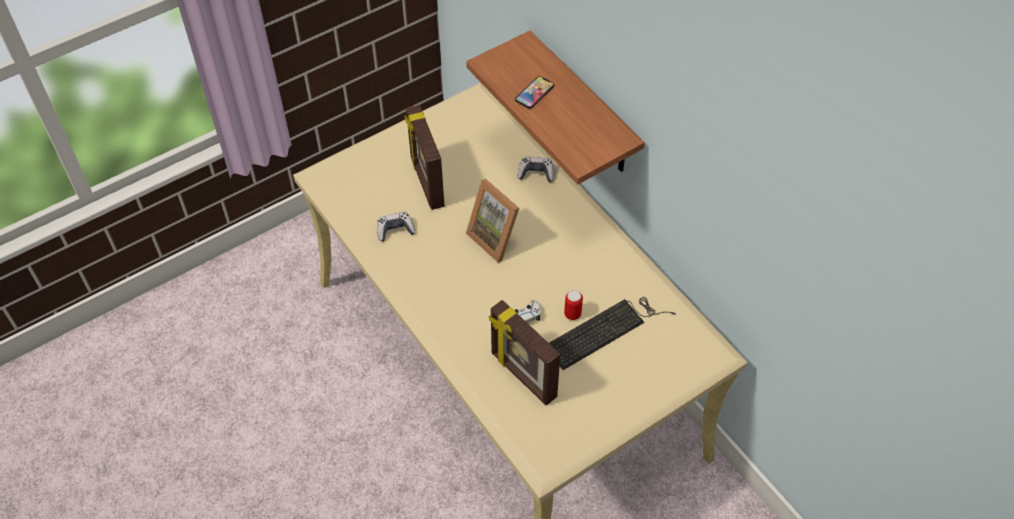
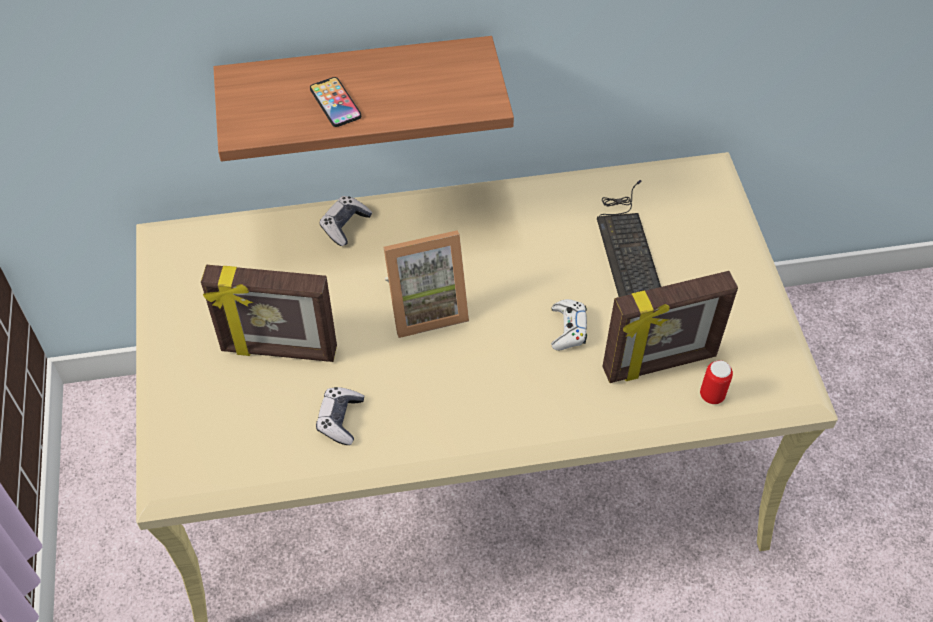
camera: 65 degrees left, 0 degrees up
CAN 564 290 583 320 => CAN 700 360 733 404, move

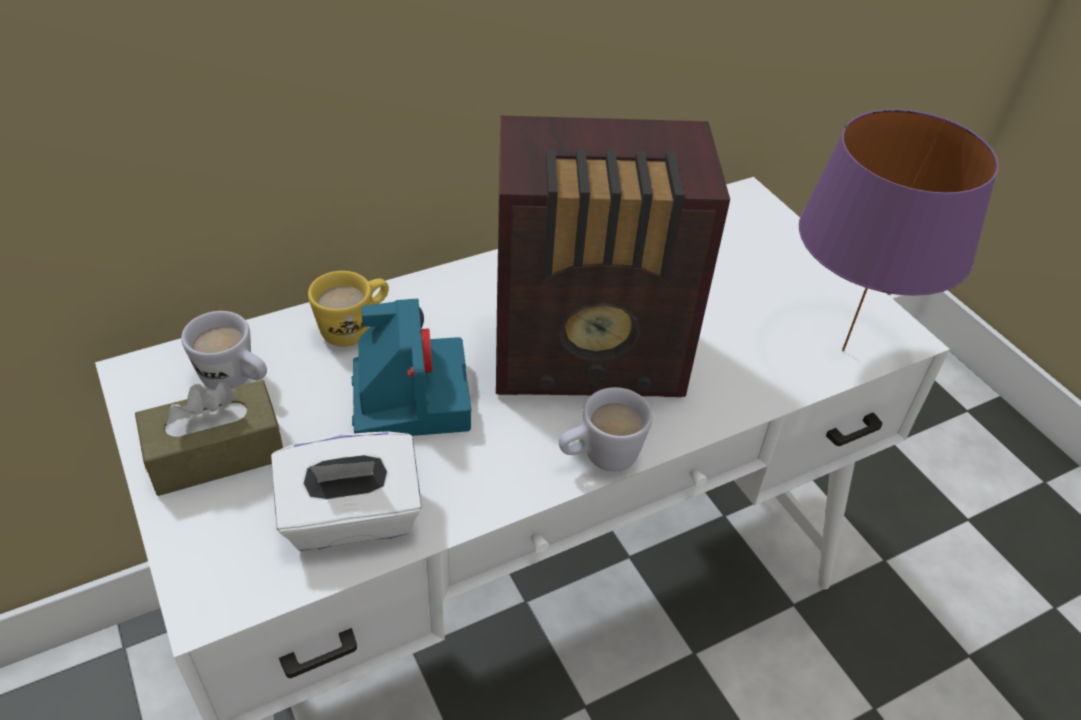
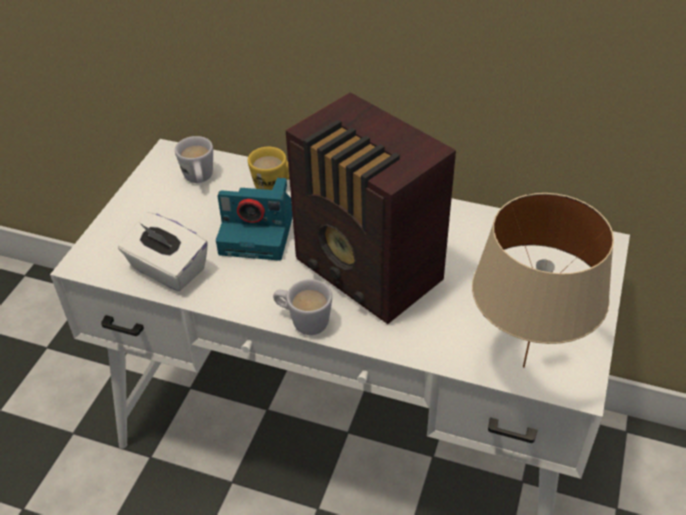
camera: 50 degrees right, 0 degrees up
BROWN TISSUE BOX 135 380 283 496 => nothing
PHOTO CAMERA 352 299 471 436 => PHOTO CAMERA 216 178 293 261, 60 degrees clockwise
PURPLE TABLE LAMP 799 109 999 351 => BEIGE TABLE LAMP 472 193 614 368

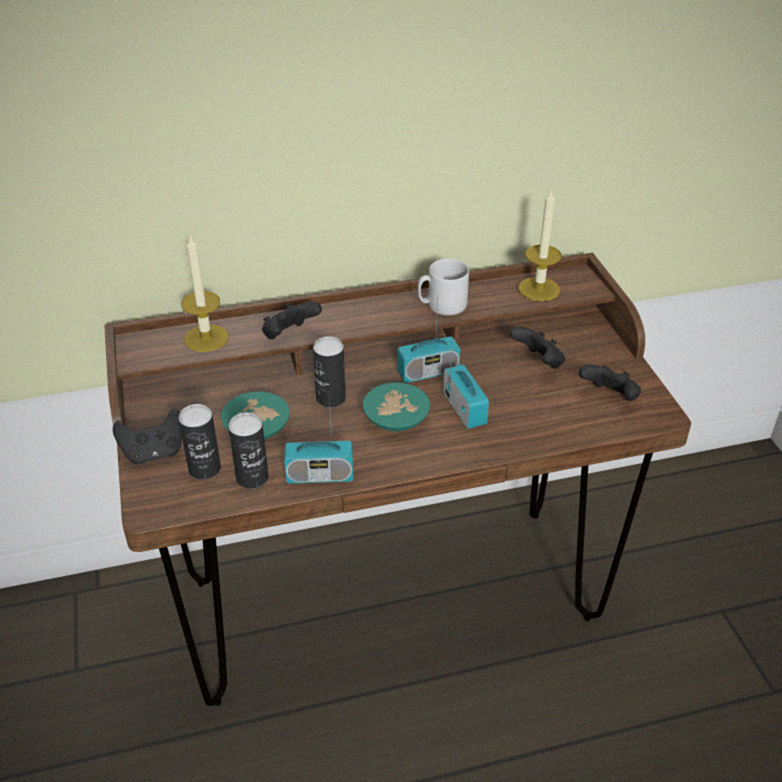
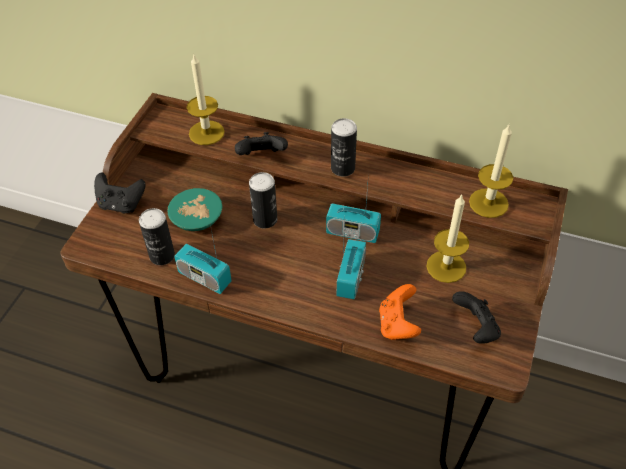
camera: 35 degrees right, 10 degrees up
CAN 178 404 221 480 => CAN 331 118 357 177, move
TURQUOISE BOWL 363 382 430 431 => nothing
GREY MUG 417 259 469 315 => nothing
BLACK GAME CONTROLLER 510 326 565 369 => CANDLE 427 195 469 283
nothing => ORANGE GAME CONTROLLER 379 284 421 340

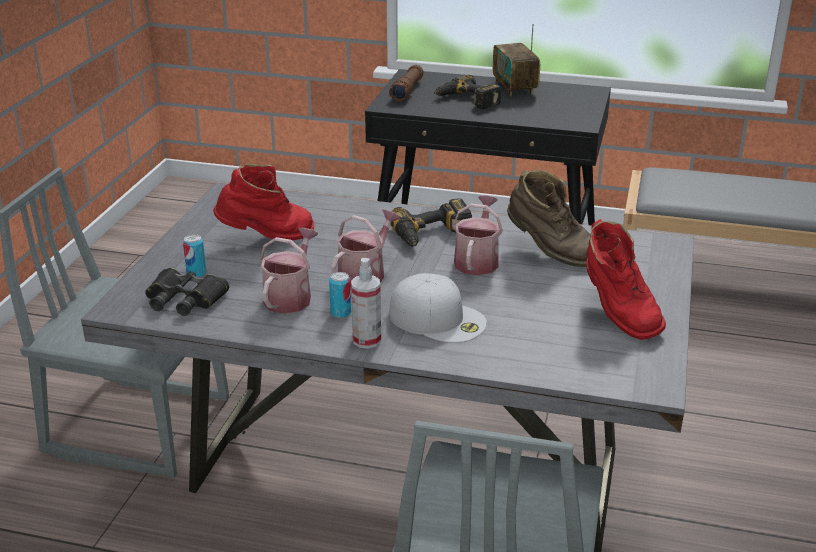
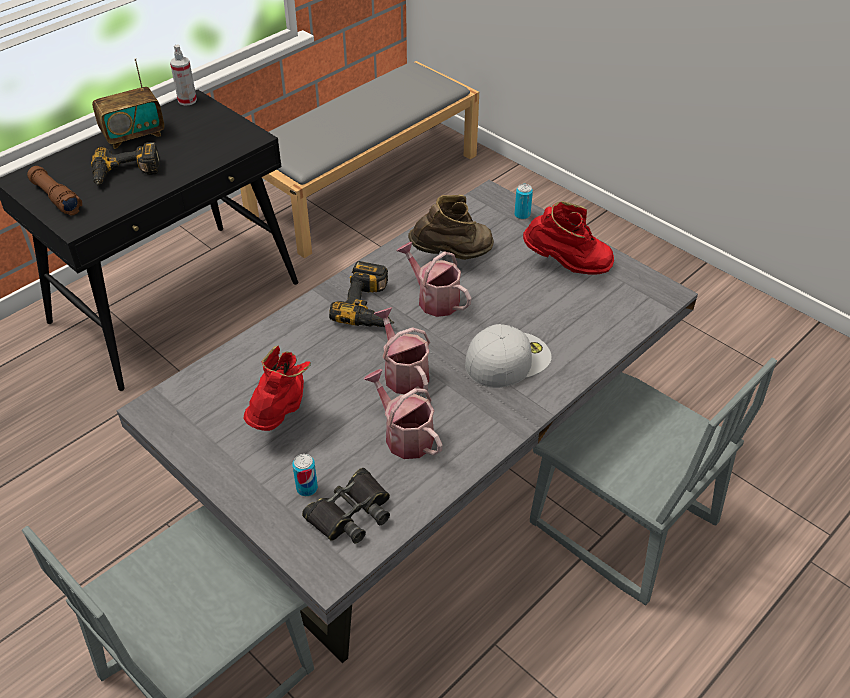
camera: 60 degrees left, 15 degrees up
CAN 329 272 351 318 => CAN 514 184 533 219, move
SPRAY BOTTLE 351 258 381 349 => SPRAY BOTTLE 170 44 197 106, move
RADIO 493 24 540 96 => RADIO 92 58 164 149, 45 degrees counterclockwise

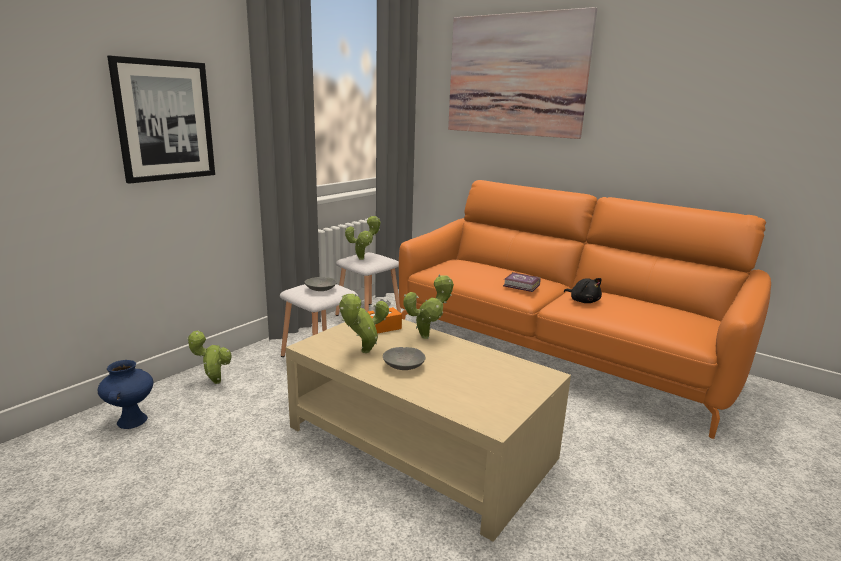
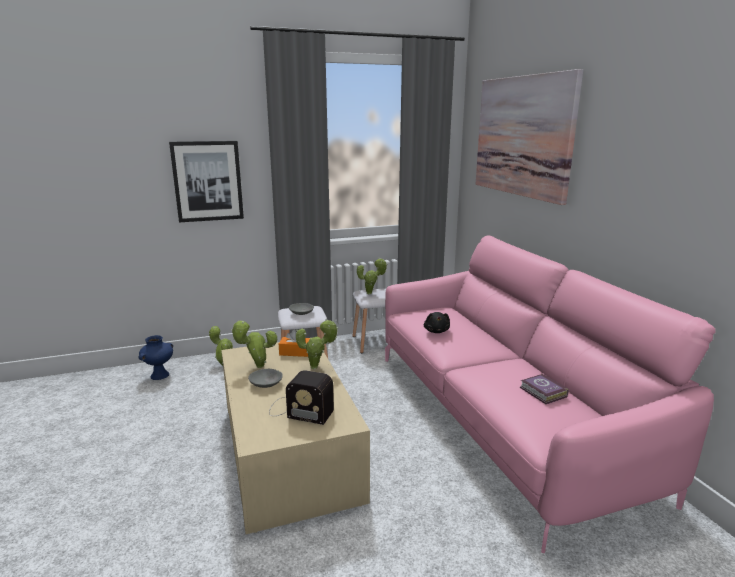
camera: 35 degrees right, 0 degrees up
ORANGE SOFA 399 180 771 439 => PINK SOFA 385 236 716 554
BOOK 503 272 541 292 => BOOK 520 373 569 404, move
BLACK PLUSH TOY 564 278 602 303 => BLACK PLUSH TOY 424 312 450 333, move
nothing => RADIO 269 370 334 425

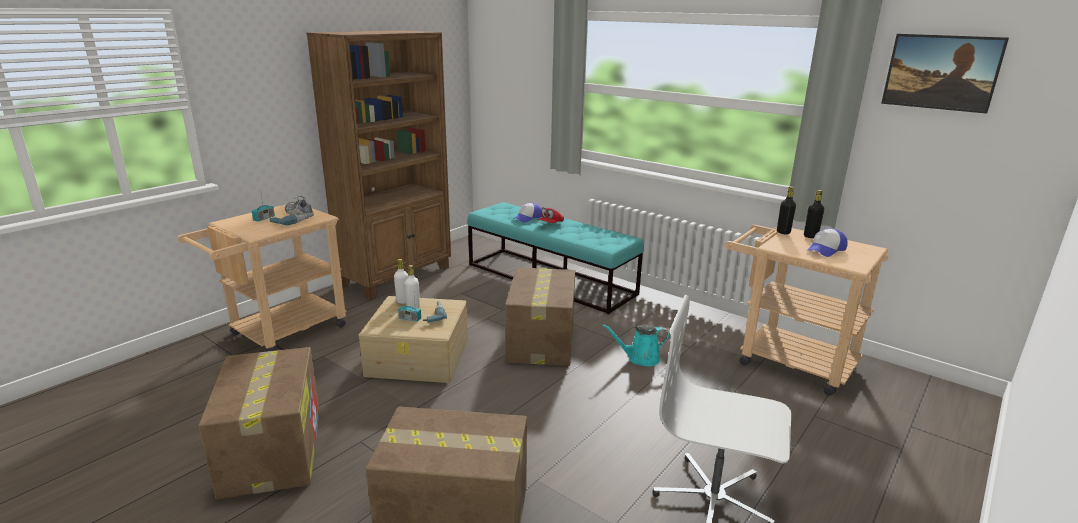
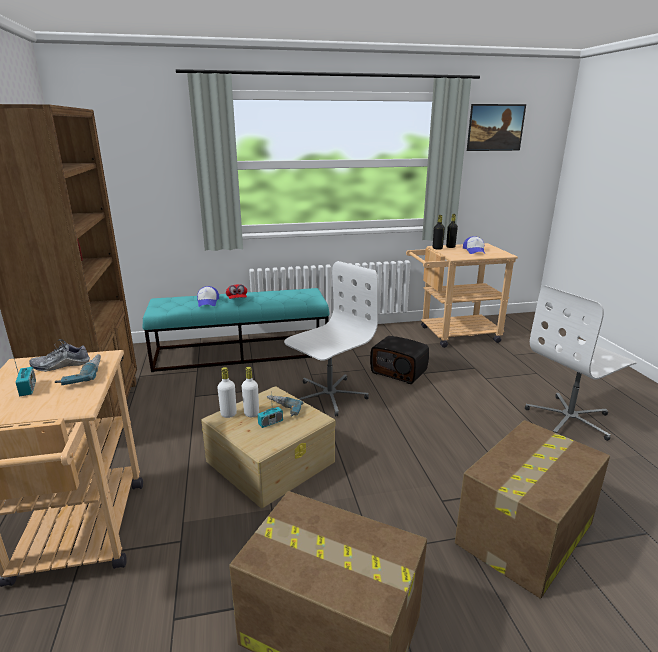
camera: 50 degrees left, 0 degrees up
CARDBOARD BOX 505 267 575 366 => WHITE OFFICE CHAIR 284 261 378 416
TURQUOISE WATERING CAN 602 324 670 366 => RADIO 370 336 429 384

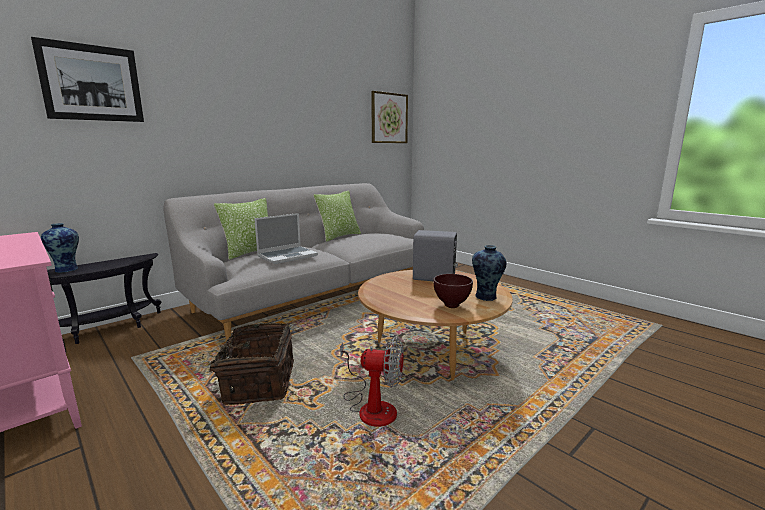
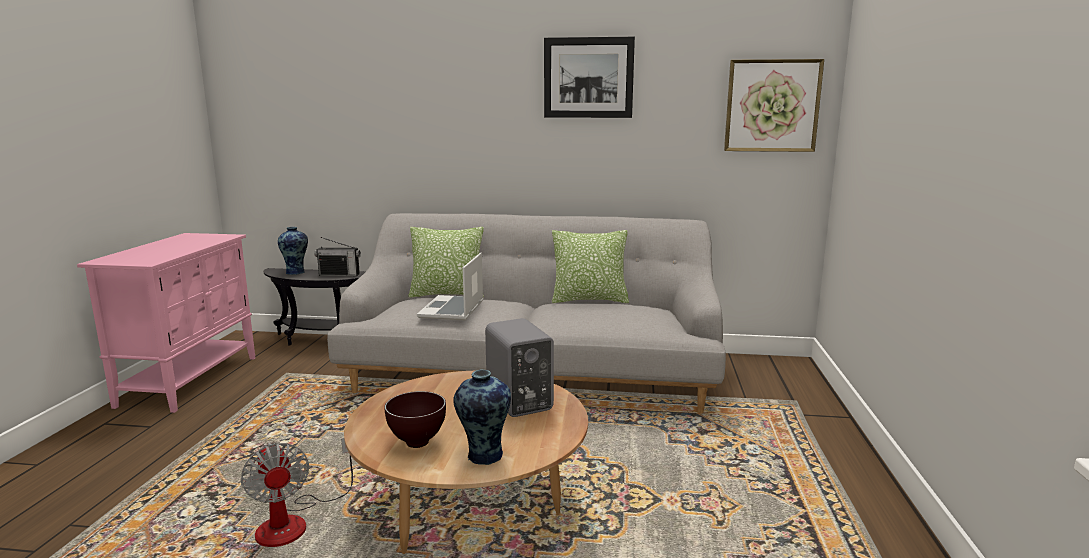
camera: 50 degrees right, 0 degrees up
PICTURE 31 37 144 122 => PICTURE 544 37 635 118, move
BASKET 195 323 294 405 => nothing
LAPTOP 254 213 318 264 => LAPTOP 417 252 483 320, 90 degrees clockwise
nothing => RADIO 314 237 361 276

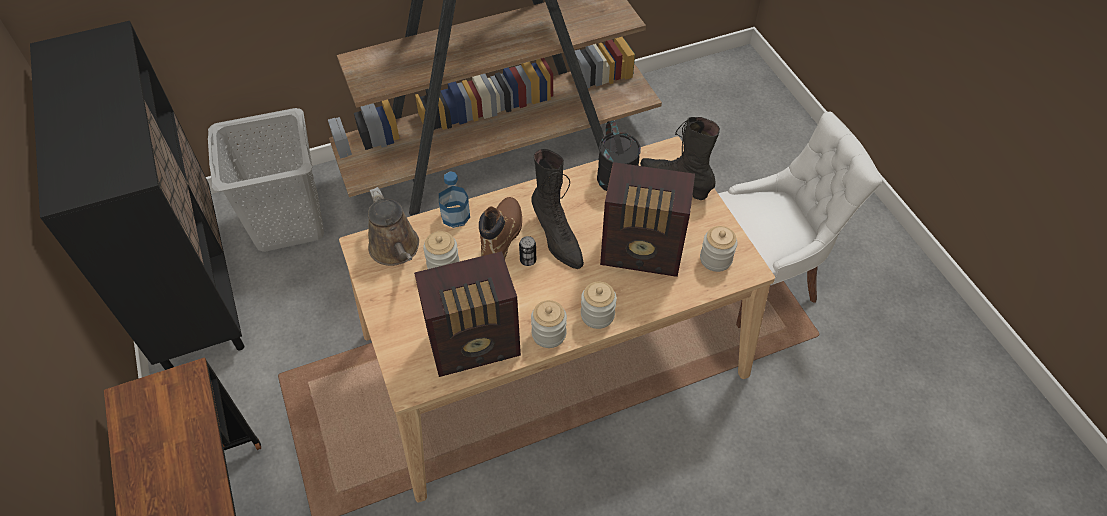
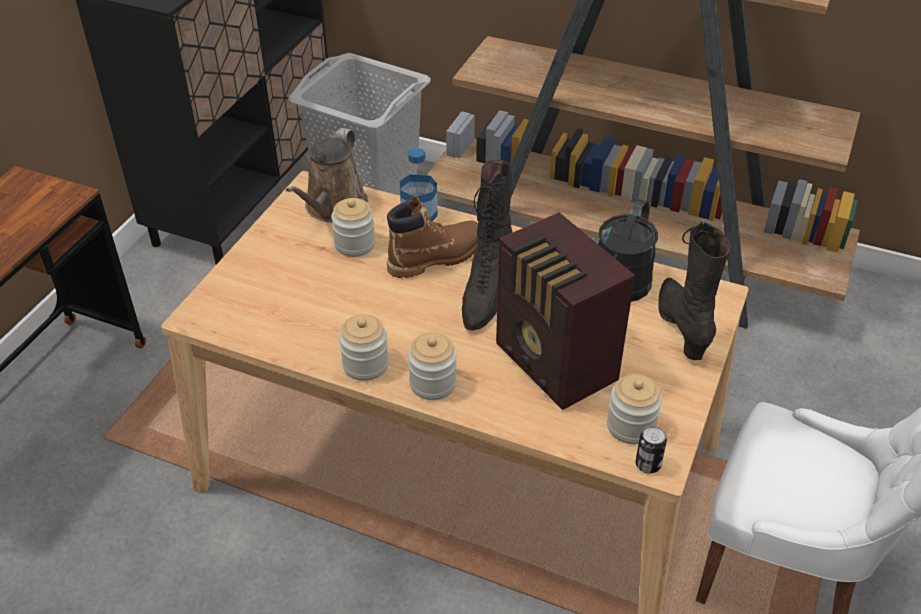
camera: 45 degrees right, 10 degrees down
RADIO 414 251 521 377 => nothing
CAN 519 236 536 266 => CAN 635 426 667 474, move

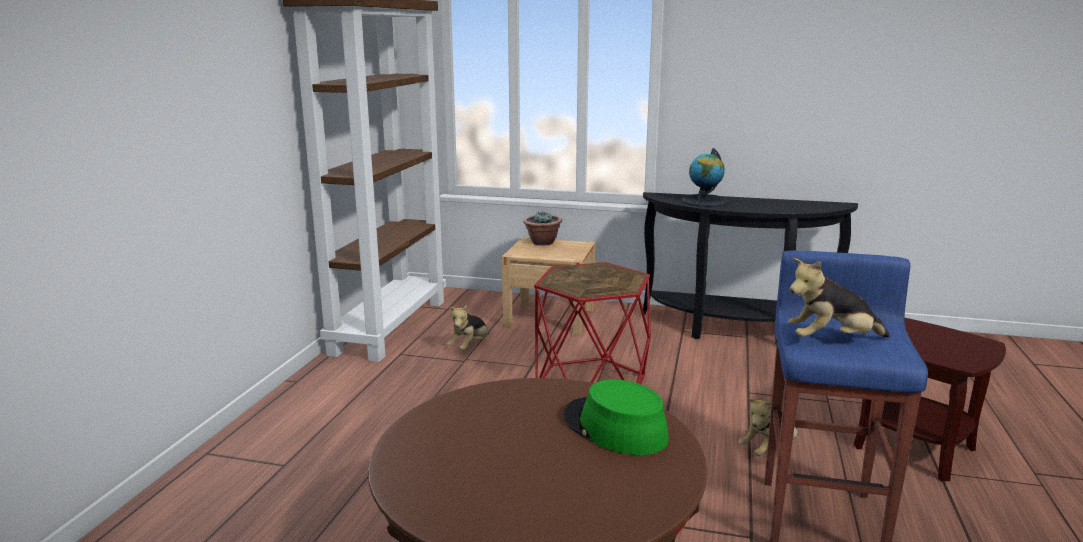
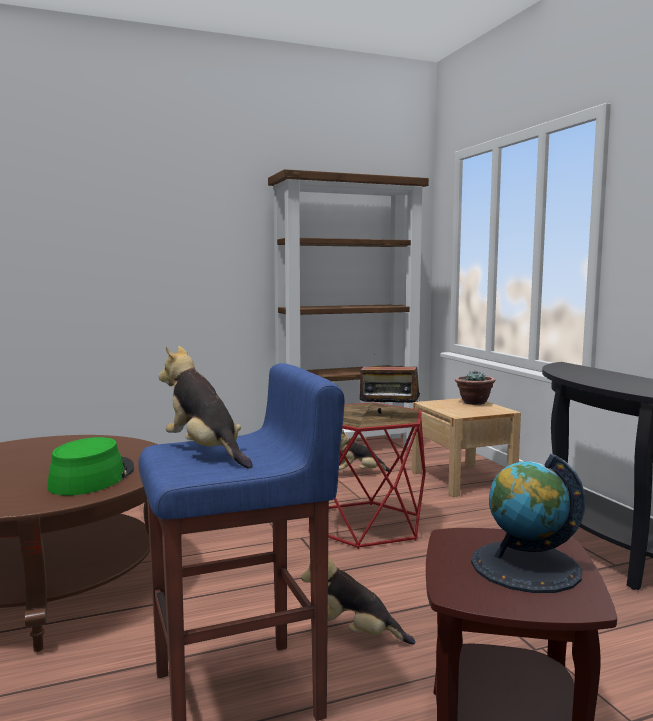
camera: 55 degrees right, 10 degrees down
GLOBE 681 148 729 207 => GLOBE 471 454 585 593, move
nothing => RADIO 359 354 420 414

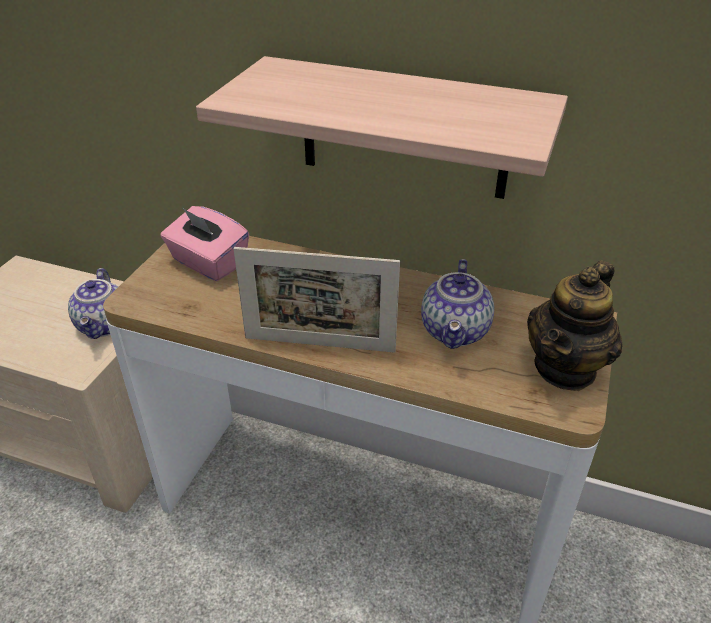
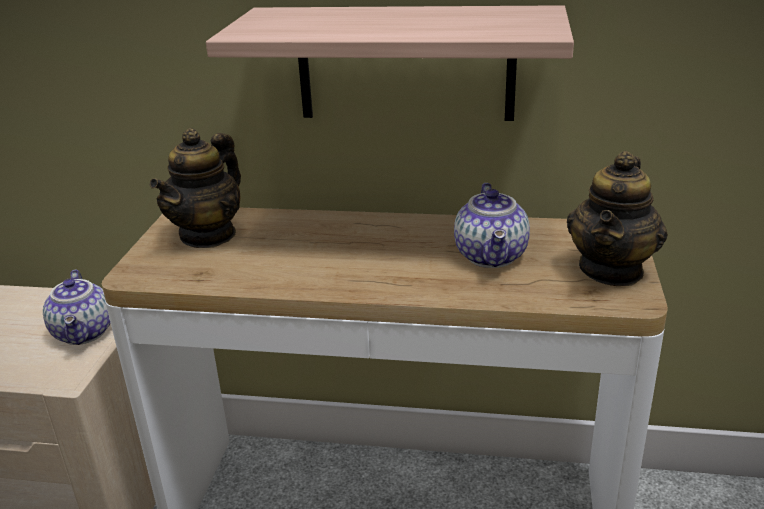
camera: 10 degrees left, 10 degrees down
PINK TISSUE BOX 161 206 249 281 => TEAPOT 150 128 241 248
PICTURE FRAME 233 247 400 353 => nothing

